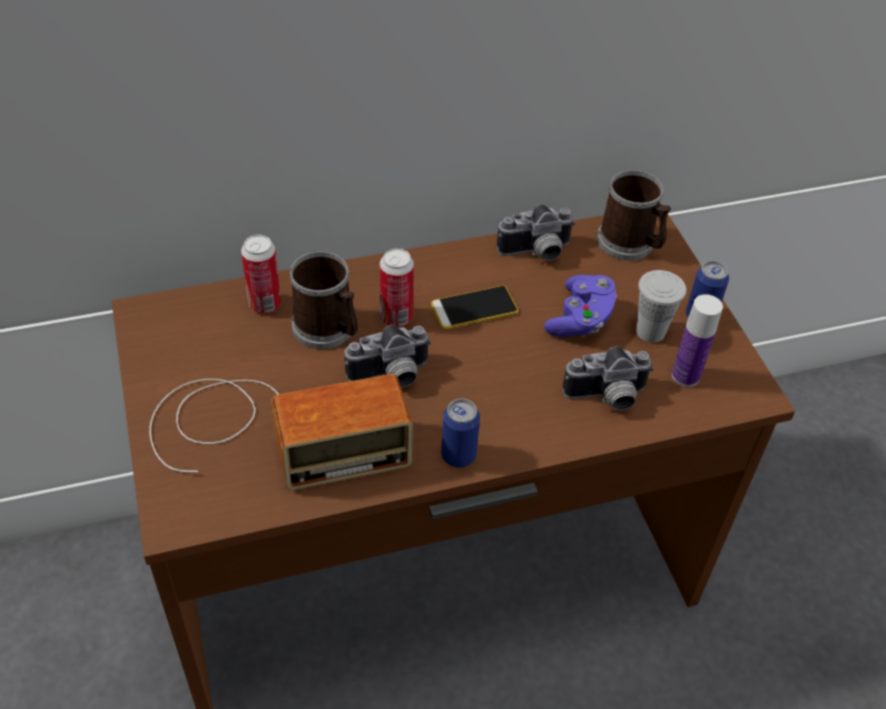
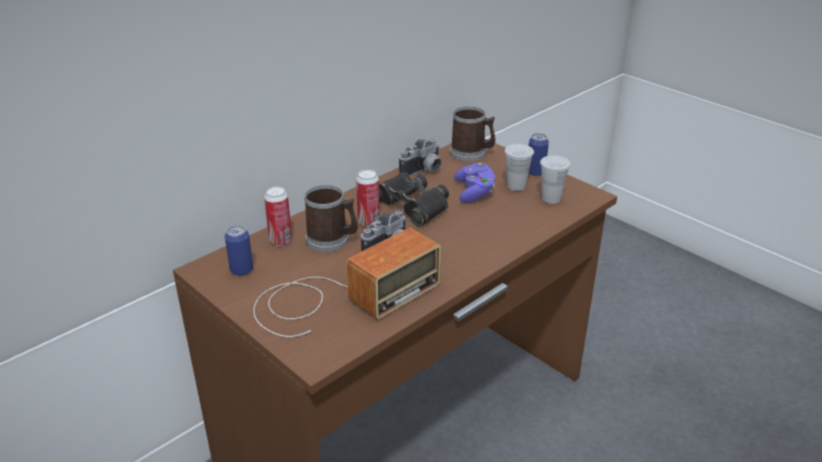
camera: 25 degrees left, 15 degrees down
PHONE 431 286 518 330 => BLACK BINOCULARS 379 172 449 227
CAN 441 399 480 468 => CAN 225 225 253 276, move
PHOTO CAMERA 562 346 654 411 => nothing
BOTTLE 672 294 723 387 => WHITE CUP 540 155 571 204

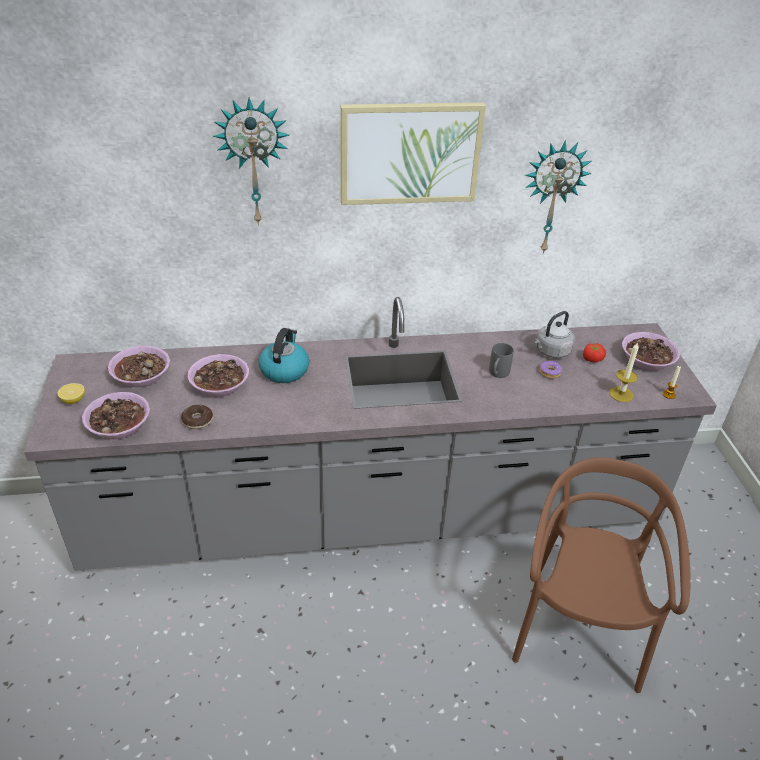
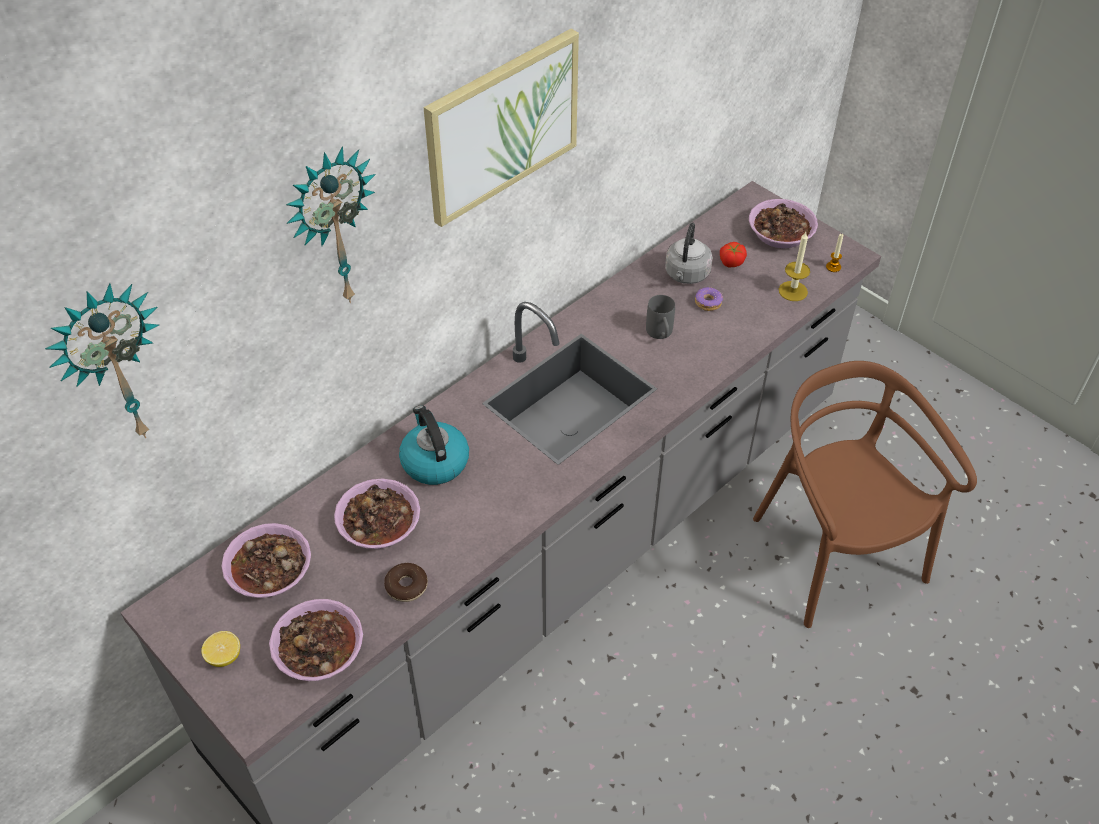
camera: 35 degrees left, 10 degrees up
WALL CLOCK 525 140 592 254 => WALL CLOCK 45 283 159 438, move

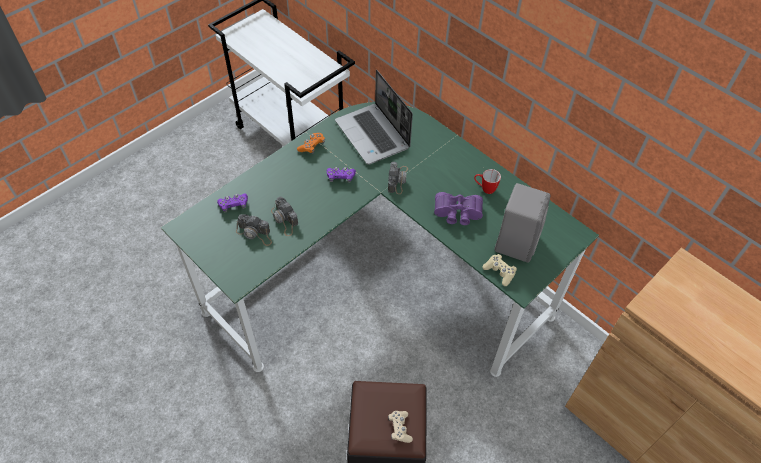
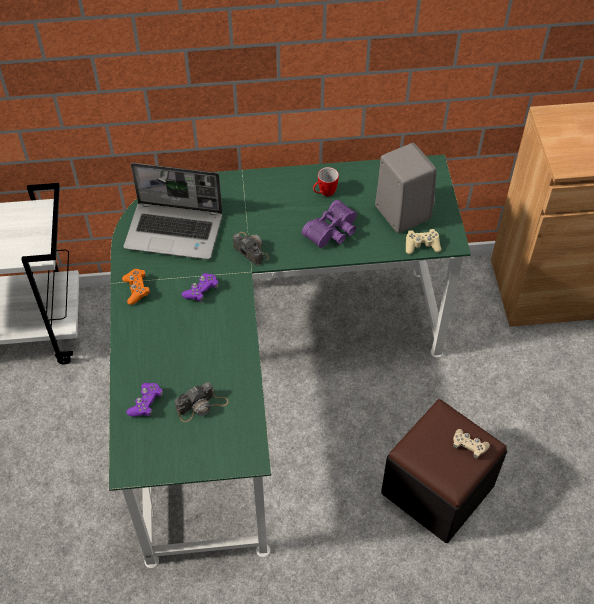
camera: 50 degrees left, 0 degrees up
PHOTO CAMERA 271 196 298 236 => nothing

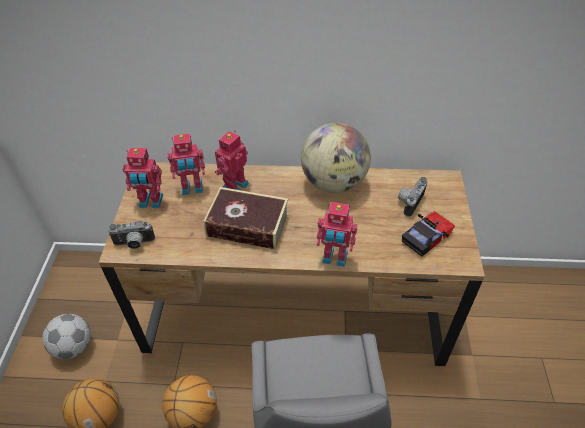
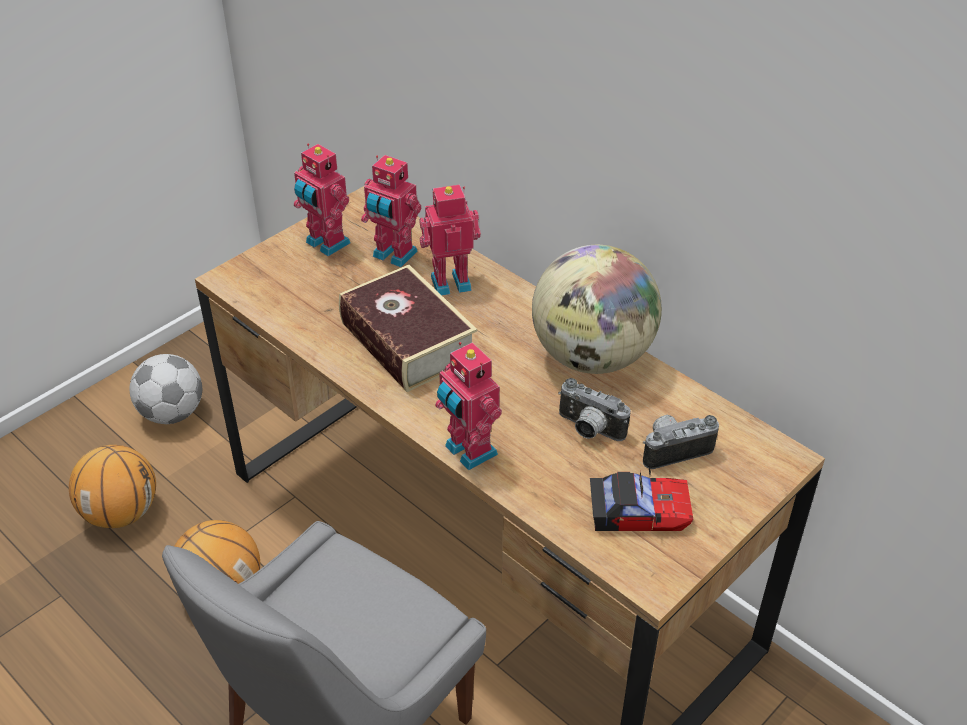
camera: 40 degrees right, 5 degrees down
PHOTO CAMERA 108 221 155 249 => PHOTO CAMERA 558 378 630 441, move

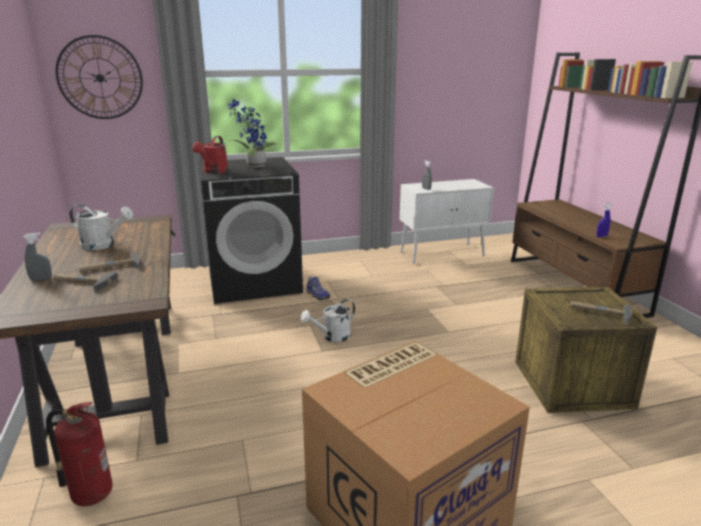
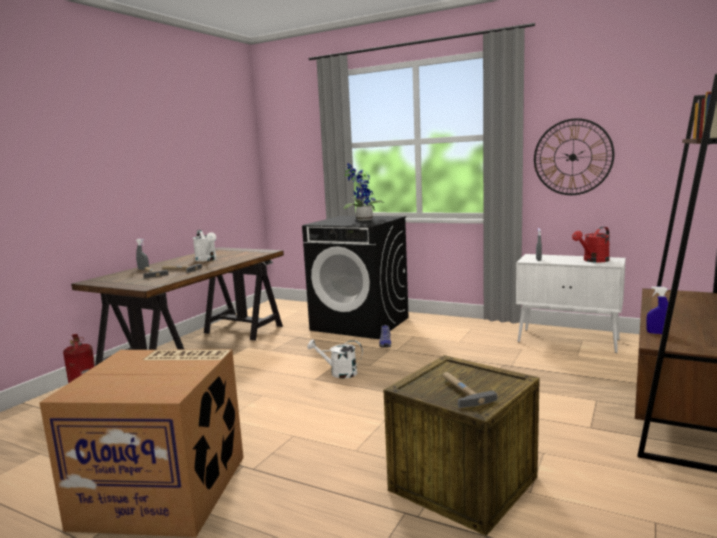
camera: 45 degrees right, 10 degrees down
WALL CLOCK 56 35 143 119 => WALL CLOCK 534 118 614 195, move
RED WATERING CAN 192 136 229 174 => RED WATERING CAN 572 227 610 262, move

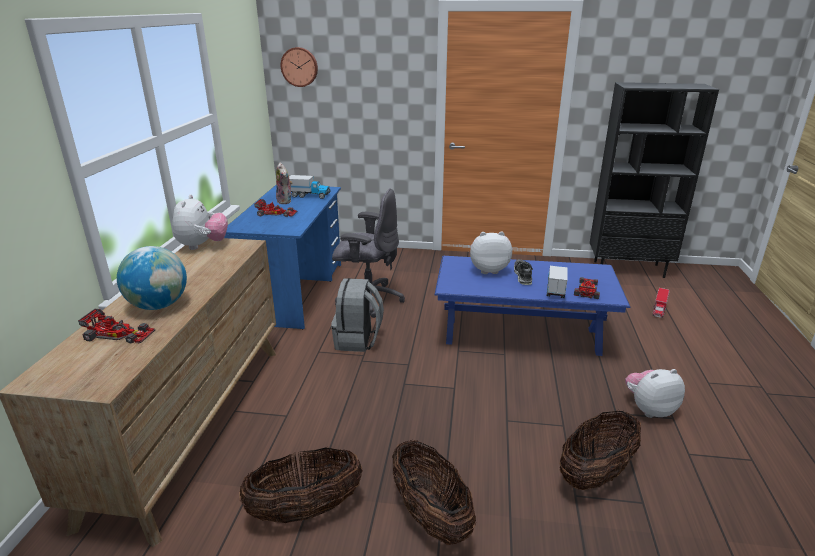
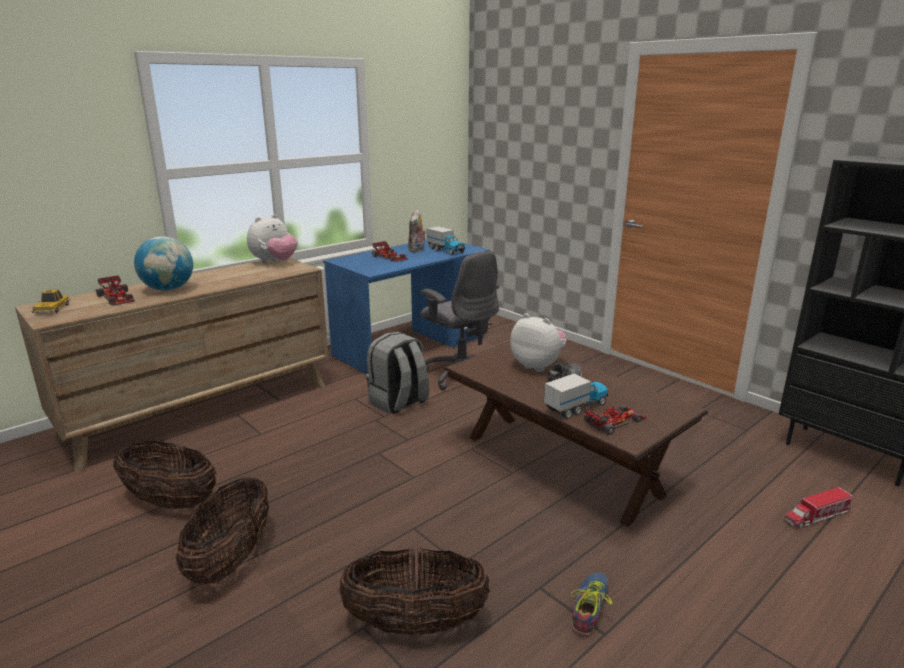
camera: 40 degrees right, 5 degrees down
WALL CLOCK 281 47 318 87 => nothing
BLUE COFFEE TABLE 434 256 630 356 => BROWN COFFEE TABLE 444 343 708 527
PLUSH TOY 625 369 685 418 => SHOE 571 572 613 636
nothing => TOY CAR 31 290 71 313

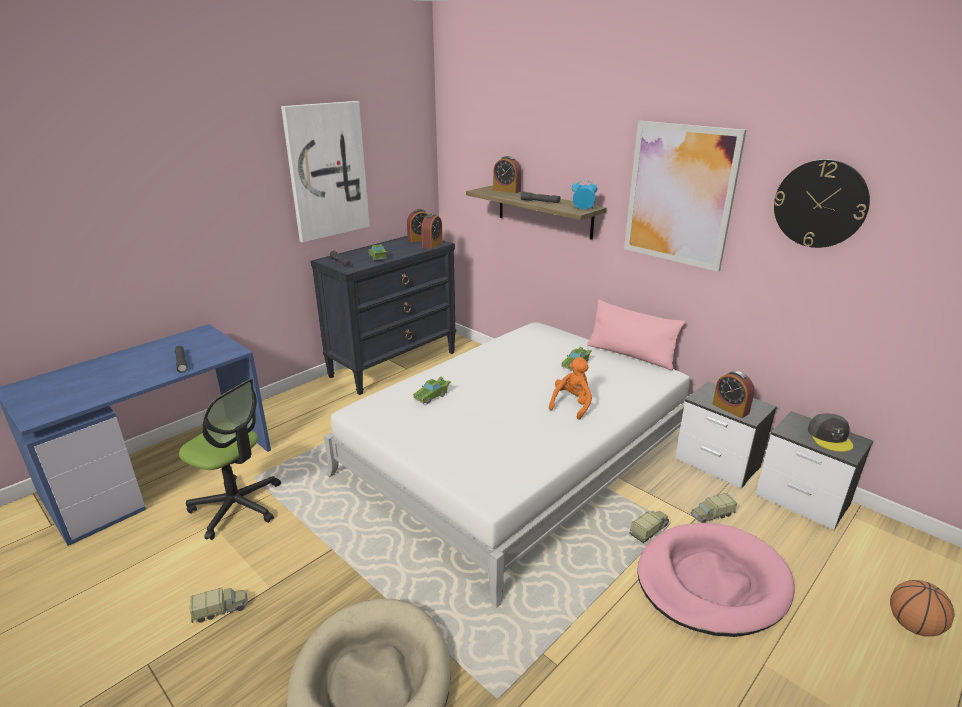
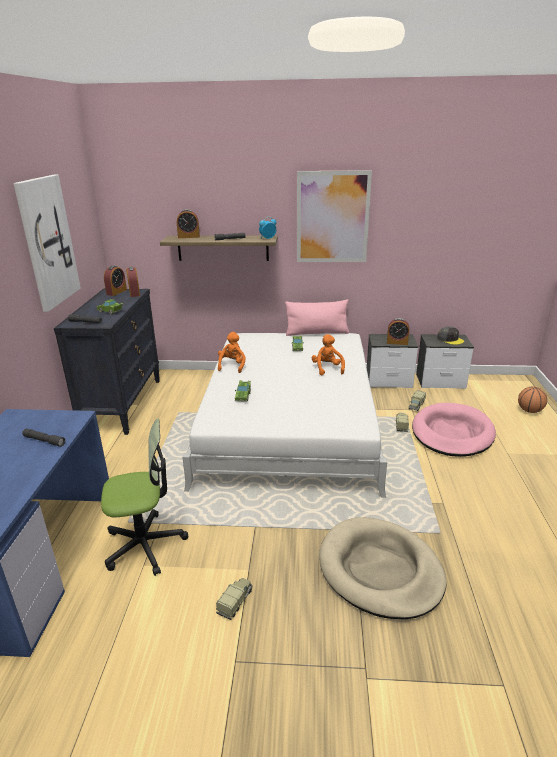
camera: 40 degrees left, 0 degrees up
WALL CLOCK 774 159 870 248 => nothing
nothing => ORANGE PLUSH TOY 218 332 246 373

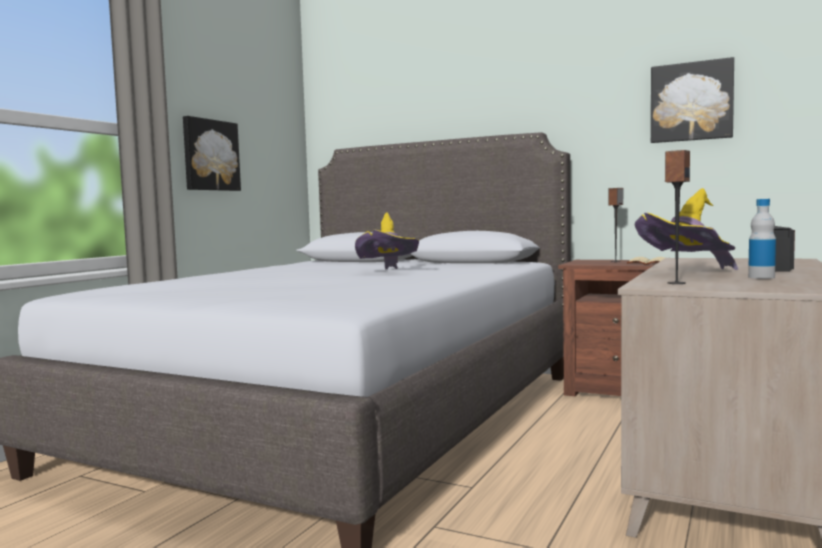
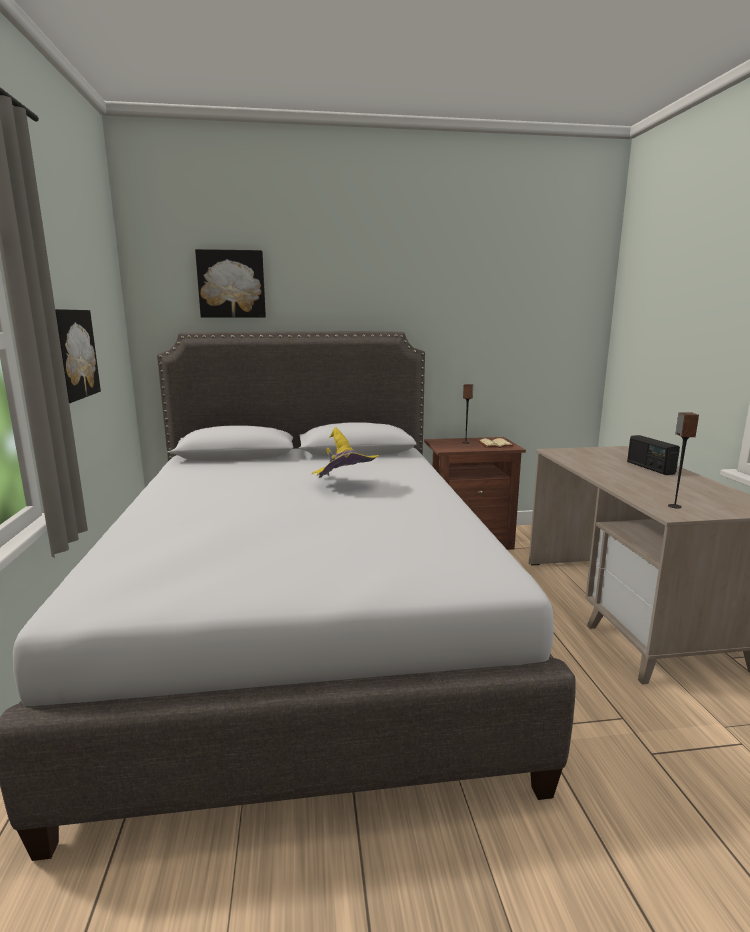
camera: 35 degrees left, 10 degrees up
YELLOW HAT 635 188 738 270 => nothing
PICTURE 651 57 734 143 => PICTURE 195 249 266 318, move
BOTTLE 748 199 776 279 => nothing

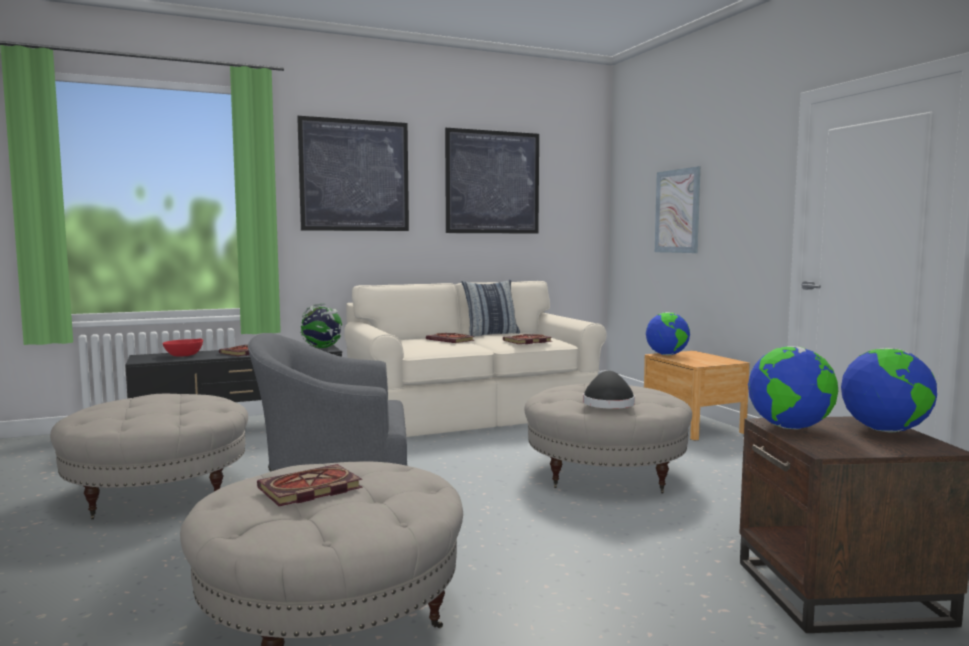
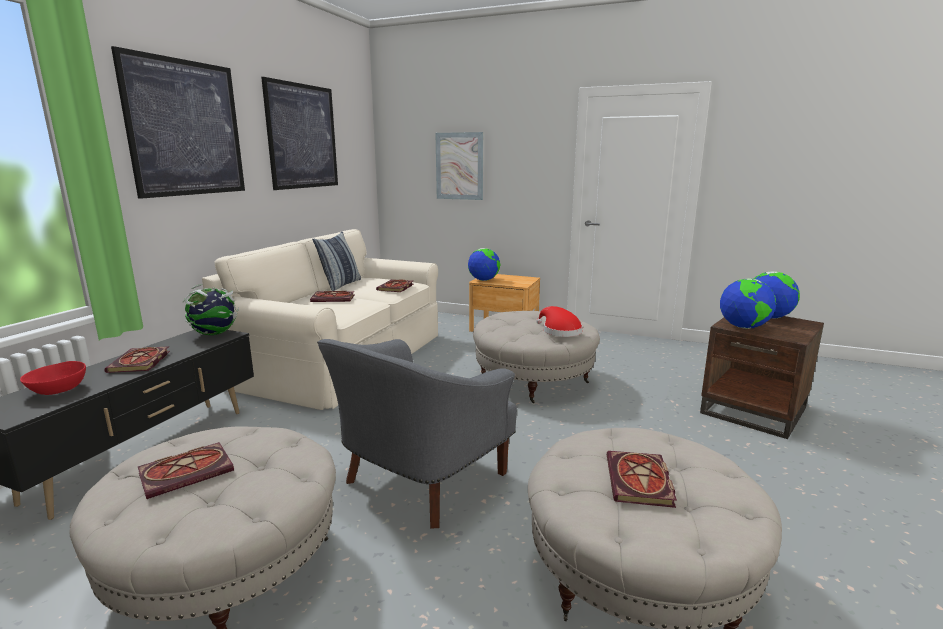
camera: 45 degrees left, 10 degrees up
BLACK HAT 583 371 635 409 => RED HAT 536 306 583 337
nothing => BOOK 138 442 234 499

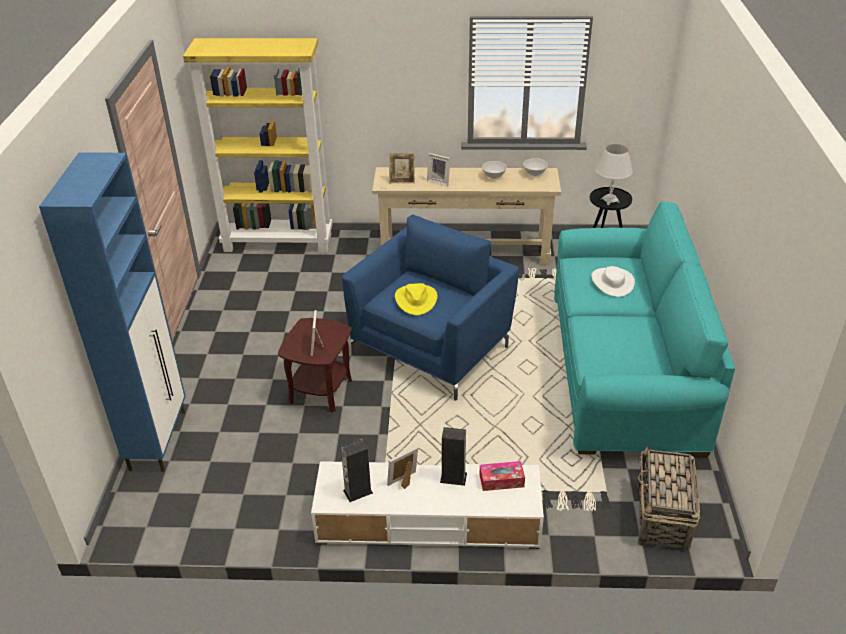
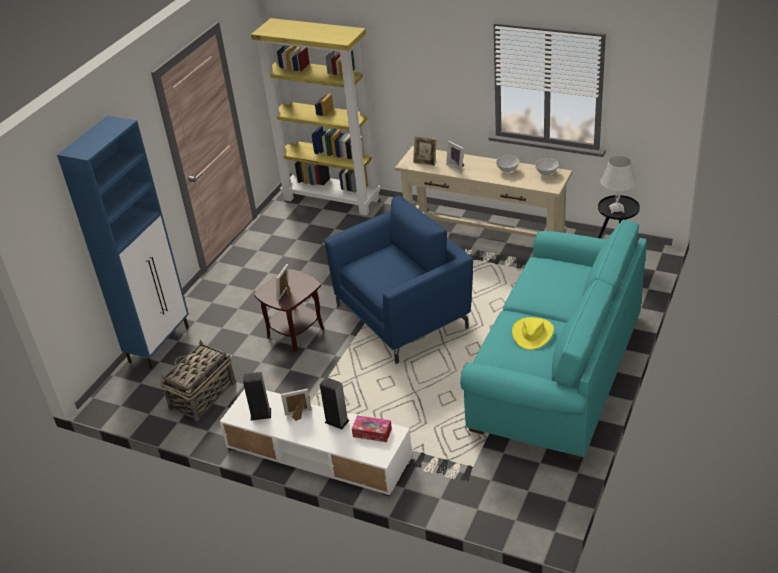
camera: 25 degrees right, 0 degrees up
YELLOW HAT 395 283 437 315 => YELLOW HAT 512 317 554 350, move
WHITE HAT 591 266 635 297 => nothing
BASKET 637 445 700 552 => BASKET 160 340 236 422, move

